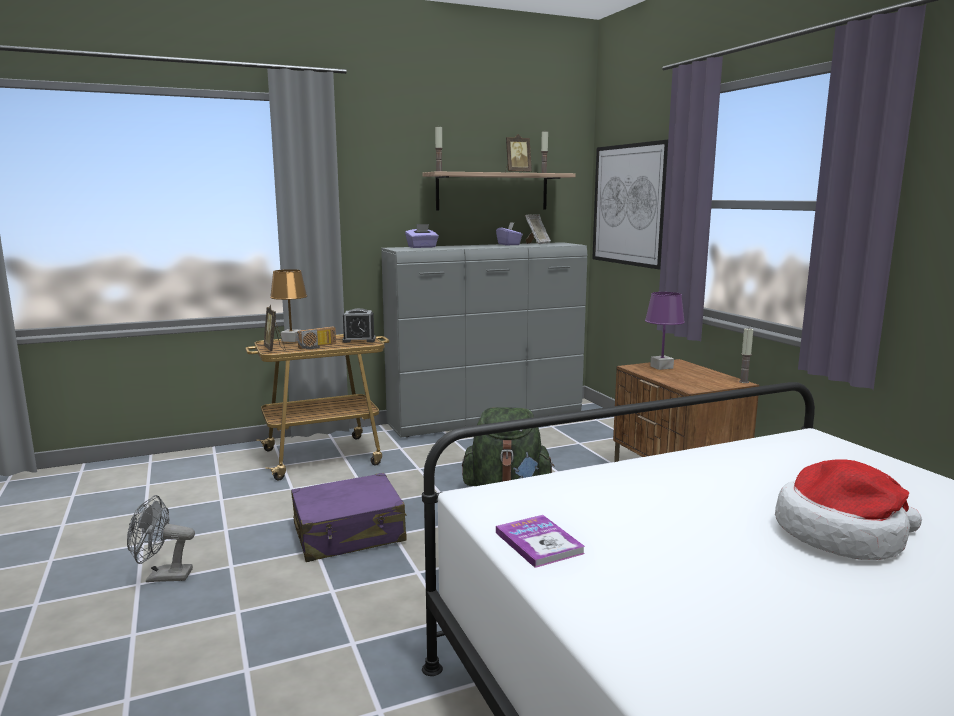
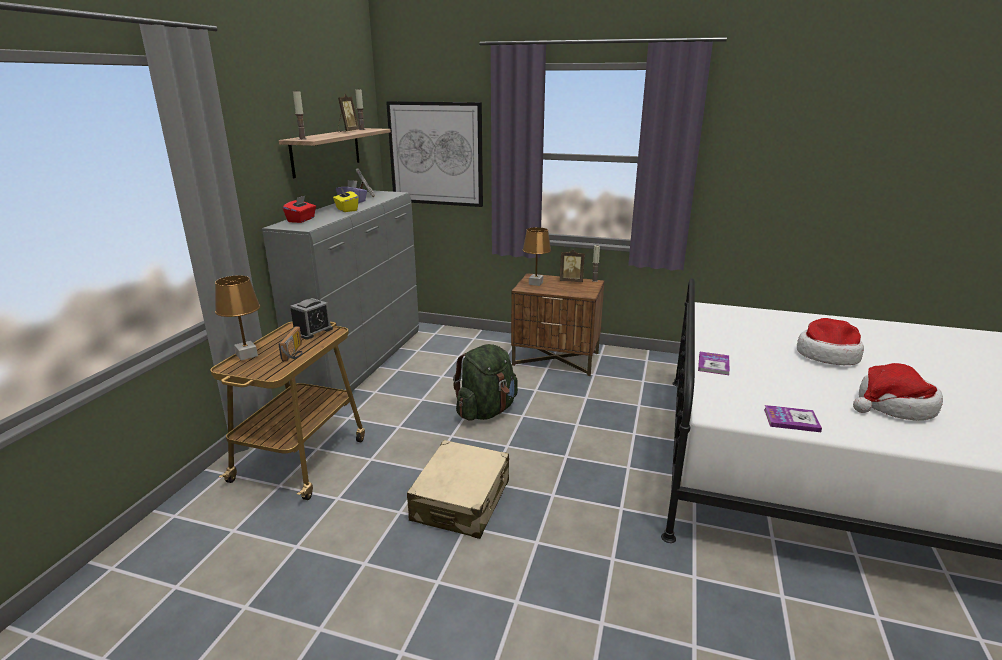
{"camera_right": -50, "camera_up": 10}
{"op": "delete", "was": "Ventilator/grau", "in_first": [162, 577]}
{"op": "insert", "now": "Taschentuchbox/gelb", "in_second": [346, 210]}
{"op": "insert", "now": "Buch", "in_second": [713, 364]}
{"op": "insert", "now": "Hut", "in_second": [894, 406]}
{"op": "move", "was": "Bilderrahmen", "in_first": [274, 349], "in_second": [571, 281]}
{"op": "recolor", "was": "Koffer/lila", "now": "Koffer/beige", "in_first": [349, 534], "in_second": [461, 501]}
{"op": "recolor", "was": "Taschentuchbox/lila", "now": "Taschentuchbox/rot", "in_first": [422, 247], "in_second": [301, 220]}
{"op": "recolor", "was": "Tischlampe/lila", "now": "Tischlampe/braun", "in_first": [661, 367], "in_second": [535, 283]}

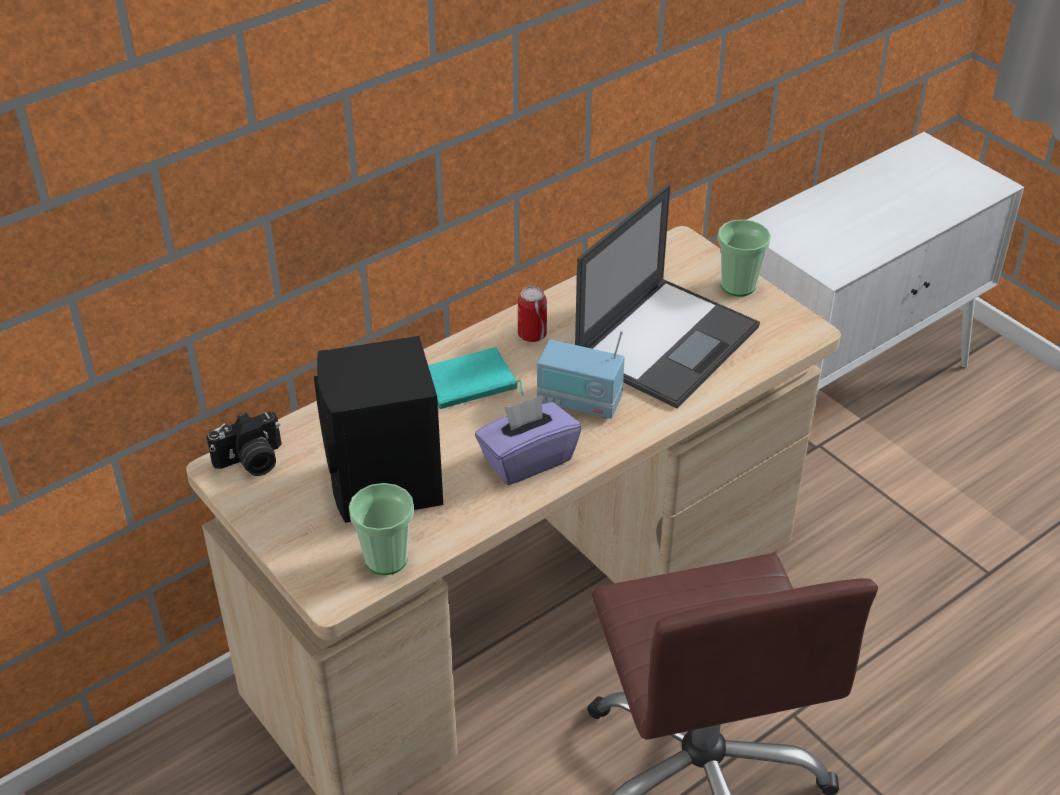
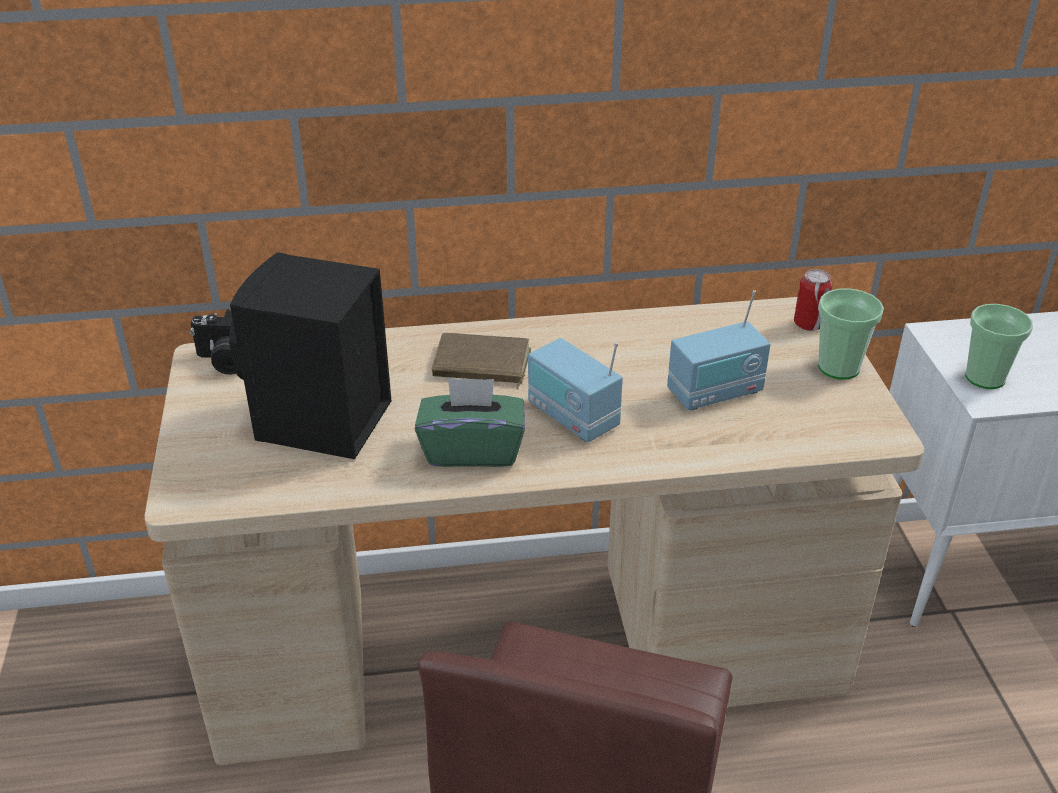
{"camera_right": 30, "camera_up": -5}
{"op": "move", "was": "Tasse", "in_first": [386, 559], "in_second": [985, 378]}
{"op": "move", "was": "Dose", "in_first": [532, 335], "in_second": [809, 324]}
{"op": "replace", "was": "Laptop", "now": "Radio", "in_first": [667, 341], "in_second": [715, 393]}
{"op": "recolor", "was": "Buch/türkis", "now": "Buch/braun", "in_first": [470, 385], "in_second": [481, 365]}
{"op": "recolor", "was": "Taschentuchbox/lila", "now": "Taschentuchbox/grün", "in_first": [527, 459], "in_second": [472, 450]}

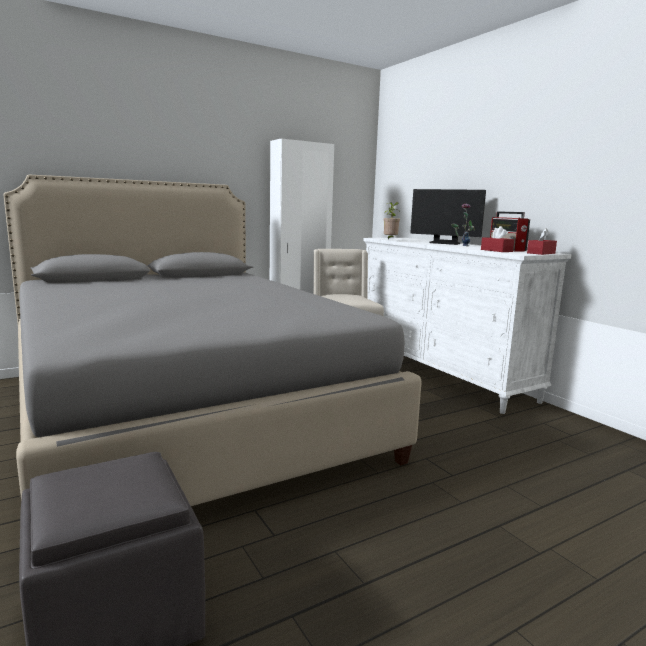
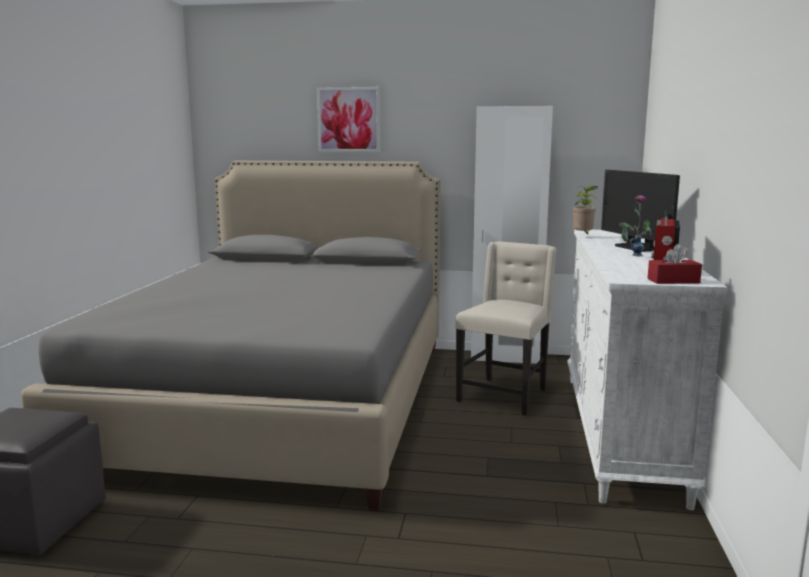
{"camera_right": 40, "camera_up": 0}
{"op": "delete", "was": "Taschentuchbox/rot", "in_first": [496, 250]}
{"op": "insert", "now": "Bild", "in_second": [348, 119]}

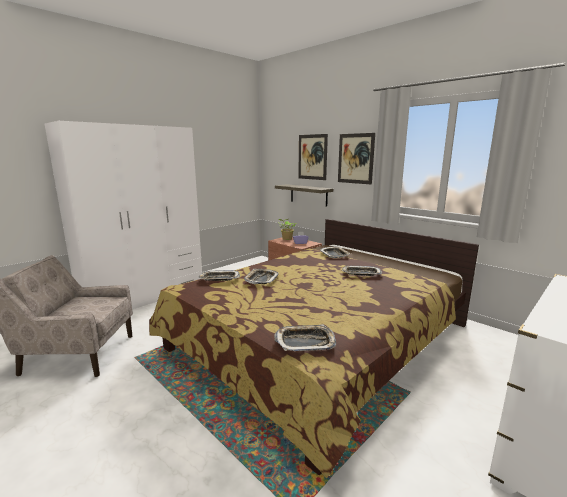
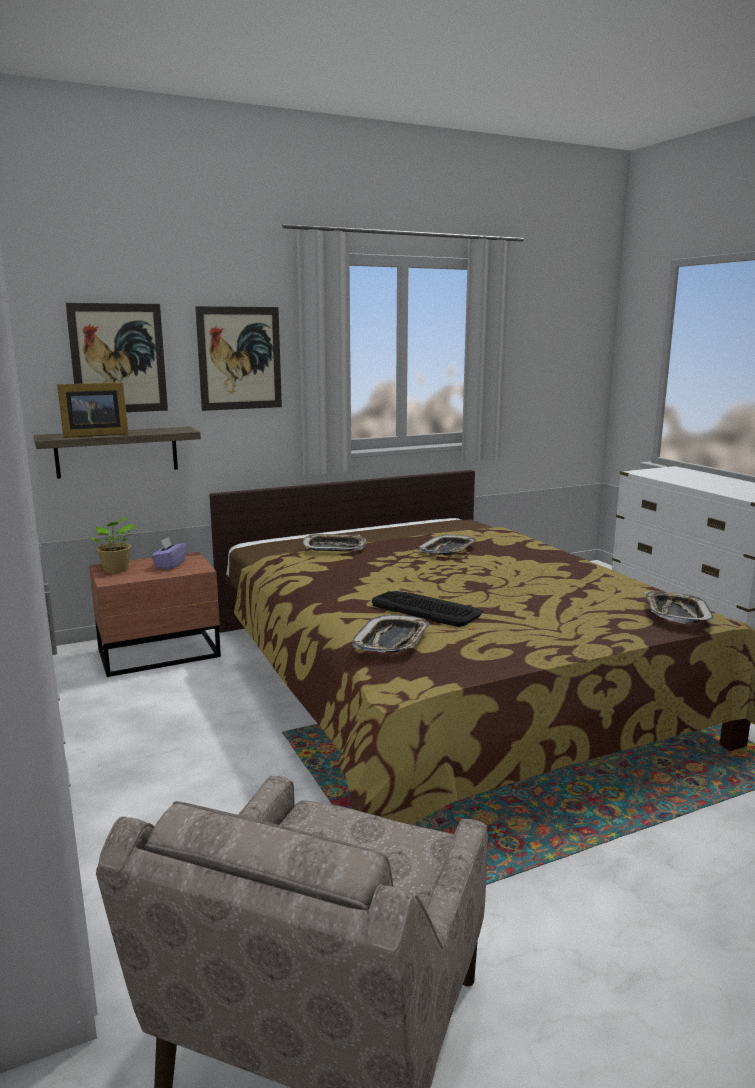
{"camera_right": -70, "camera_up": 0}
{"op": "insert", "now": "Bilderrahmen", "in_second": [93, 435]}
{"op": "replace", "was": "Tablett", "now": "Tastatur", "in_first": [261, 279], "in_second": [426, 609]}

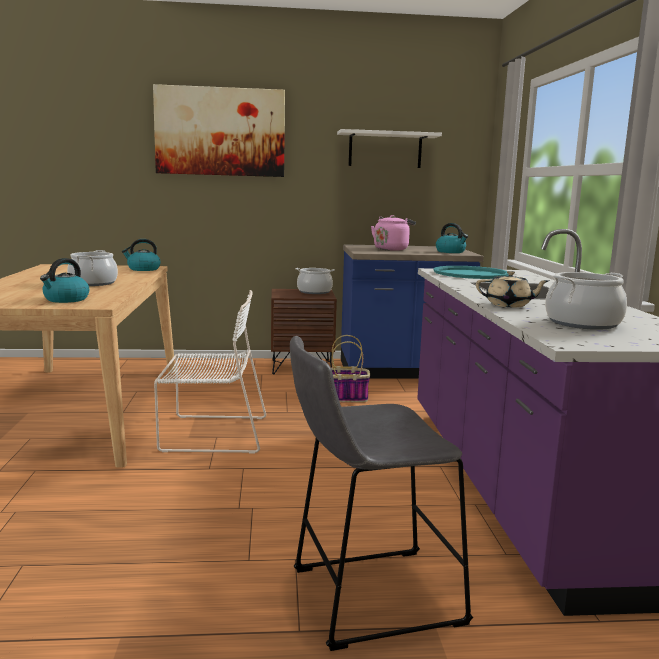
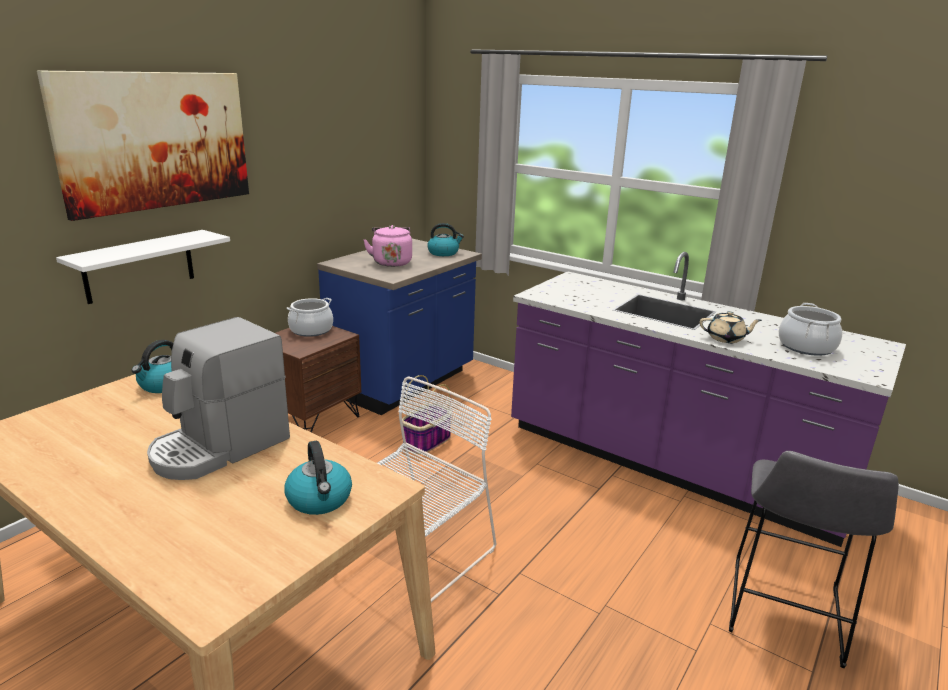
{"camera_right": -50, "camera_up": 10}
{"op": "delete", "was": "Tablett/türkis", "in_first": [470, 274]}
{"op": "move", "was": "Wandregal/weiß", "in_first": [385, 150], "in_second": [139, 266]}
{"op": "replace", "was": "Kochtopf", "now": "Kaffeemaschine", "in_first": [93, 283], "in_second": [219, 447]}
{"op": "rotate", "was": "Teekanne/beige", "in_first": [509, 305], "in_second": [726, 339], "clockwise": 45}

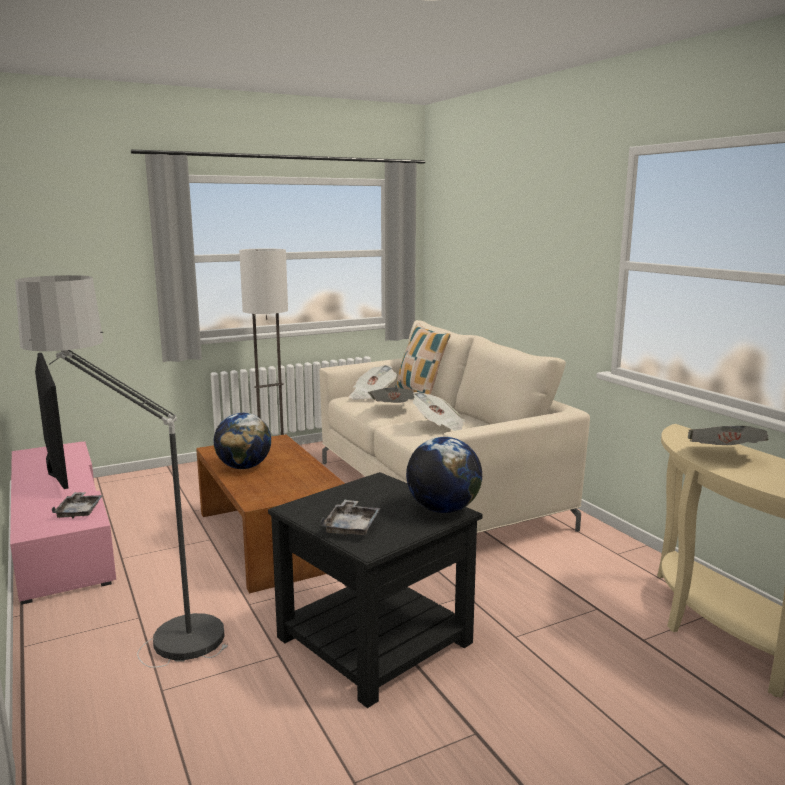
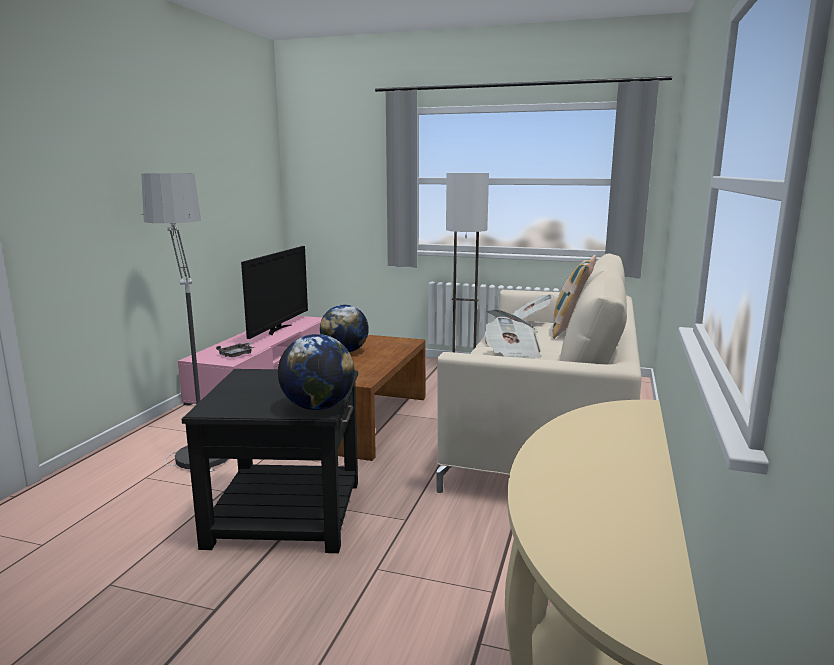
{"camera_right": 45, "camera_up": 0}
{"op": "delete", "was": "Tablett/grau", "in_first": [352, 526]}
{"op": "delete", "was": "Zeitung", "in_first": [723, 456]}

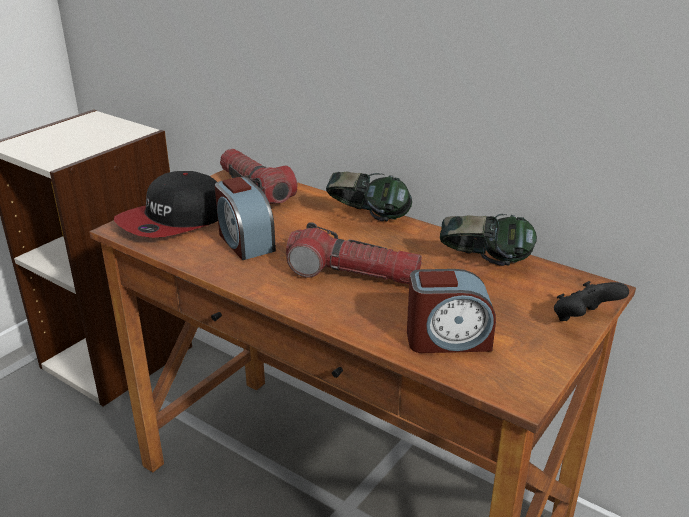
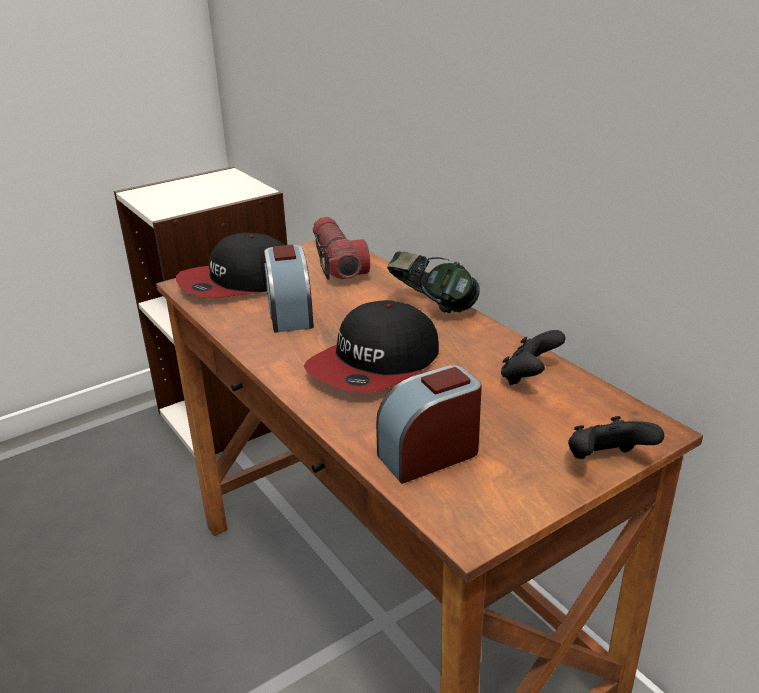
{"camera_right": 20, "camera_up": 0}
{"op": "replace", "was": "Taschenlampe", "now": "Kappe", "in_first": [353, 274], "in_second": [375, 364]}
{"op": "replace", "was": "Kopfhörer", "now": "Gamepad/schwarz", "in_first": [484, 264], "in_second": [529, 377]}
{"op": "rotate", "was": "Wecker", "in_first": [448, 339], "in_second": [429, 454], "clockwise": 135}

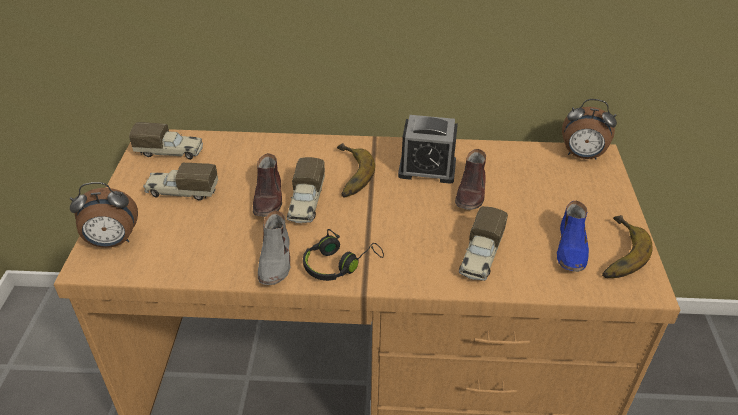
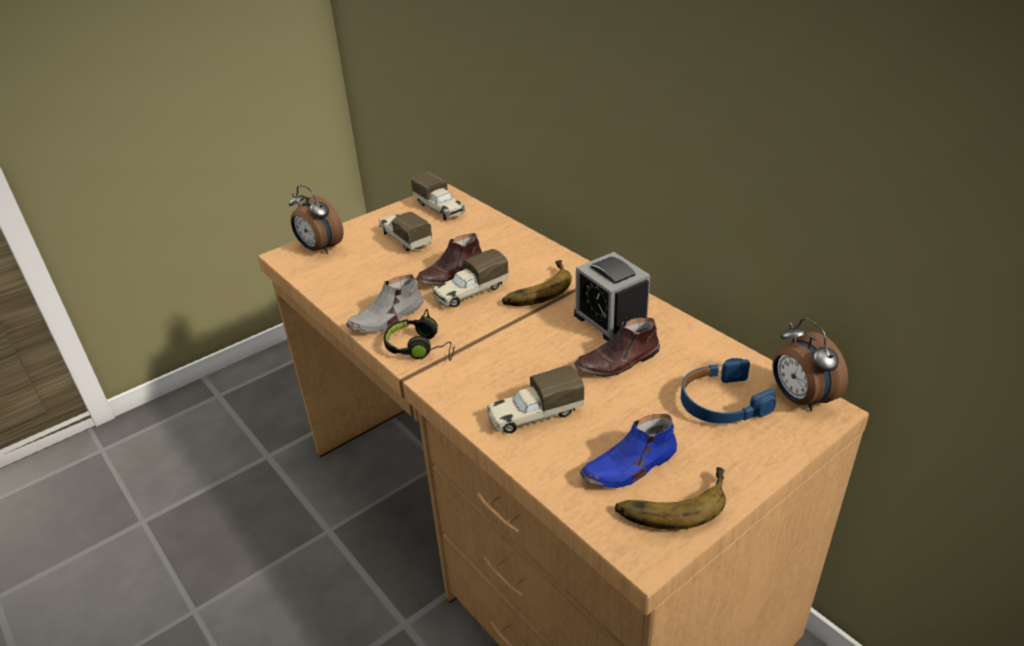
{"camera_right": 50, "camera_up": -5}
{"op": "insert", "now": "Kopfhörer/blau", "in_second": [721, 402]}

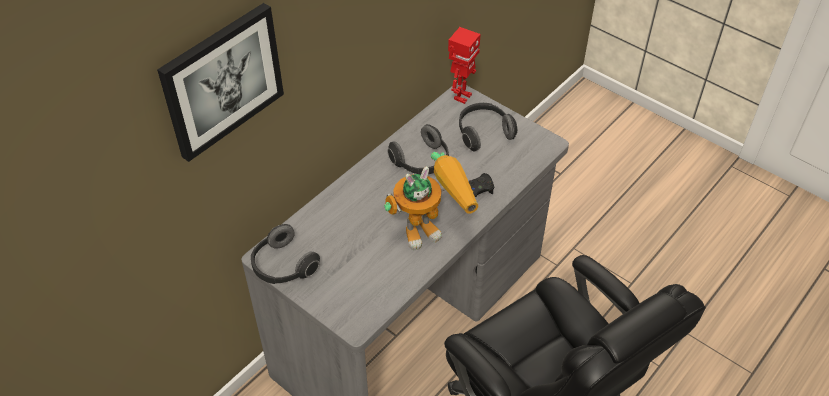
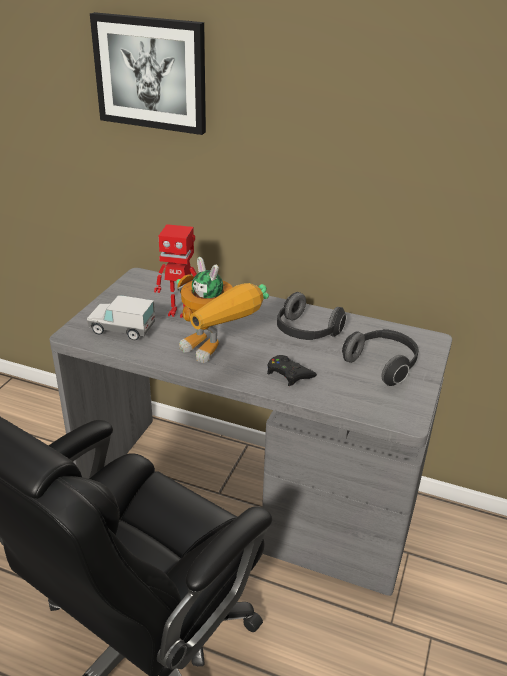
{"camera_right": 70, "camera_up": -15}
{"op": "delete", "was": "Kopfhörer", "in_first": [283, 267]}
{"op": "insert", "now": "Spielzeuglaster", "in_second": [122, 329]}
{"op": "move", "was": "Spielzeugroboter", "in_first": [461, 96], "in_second": [179, 312]}

